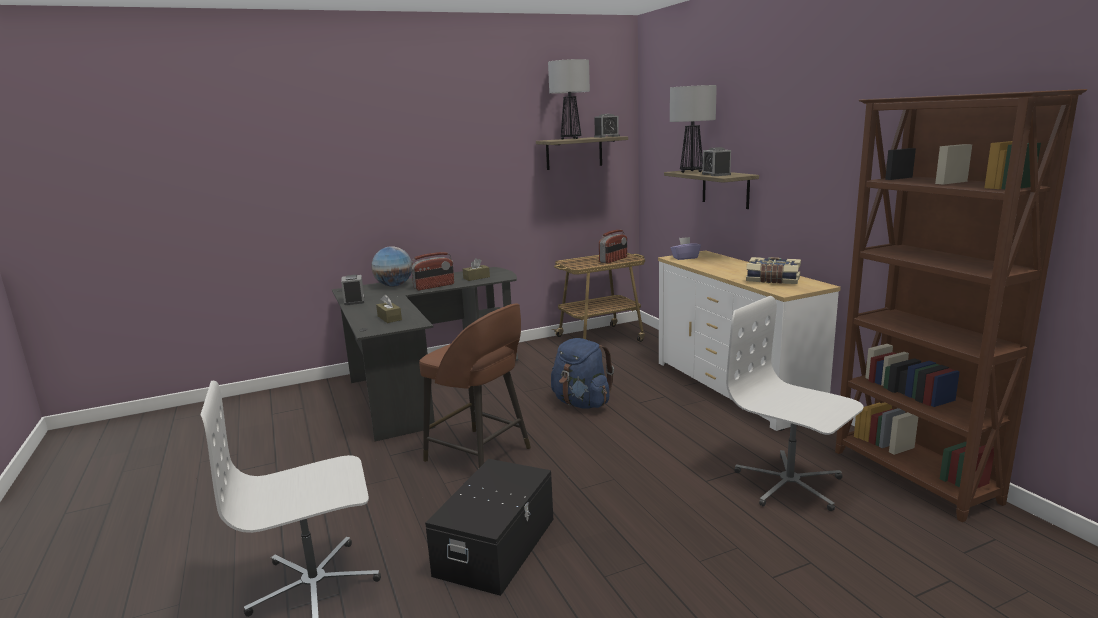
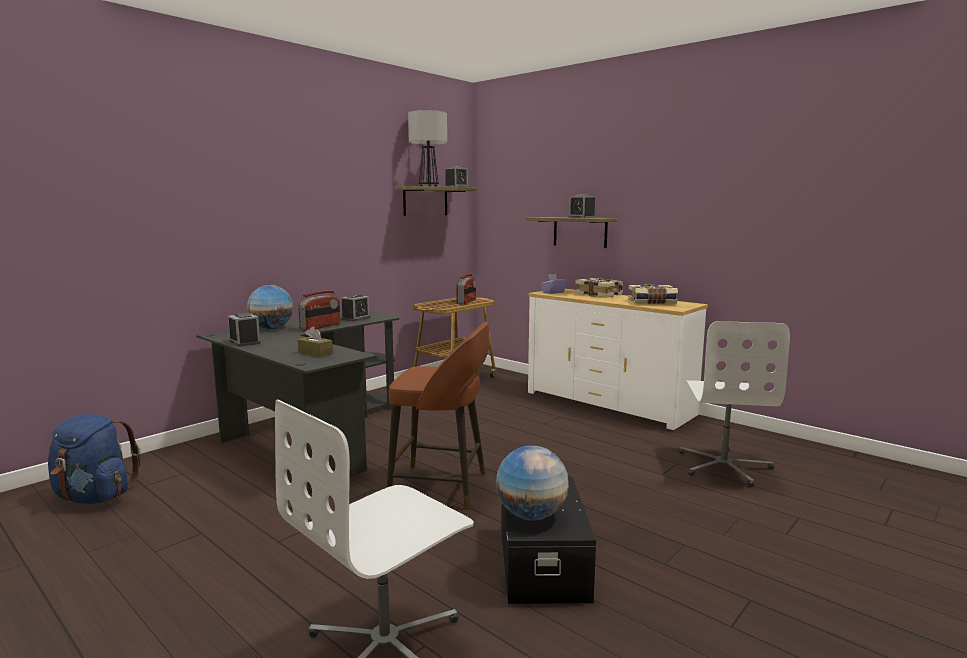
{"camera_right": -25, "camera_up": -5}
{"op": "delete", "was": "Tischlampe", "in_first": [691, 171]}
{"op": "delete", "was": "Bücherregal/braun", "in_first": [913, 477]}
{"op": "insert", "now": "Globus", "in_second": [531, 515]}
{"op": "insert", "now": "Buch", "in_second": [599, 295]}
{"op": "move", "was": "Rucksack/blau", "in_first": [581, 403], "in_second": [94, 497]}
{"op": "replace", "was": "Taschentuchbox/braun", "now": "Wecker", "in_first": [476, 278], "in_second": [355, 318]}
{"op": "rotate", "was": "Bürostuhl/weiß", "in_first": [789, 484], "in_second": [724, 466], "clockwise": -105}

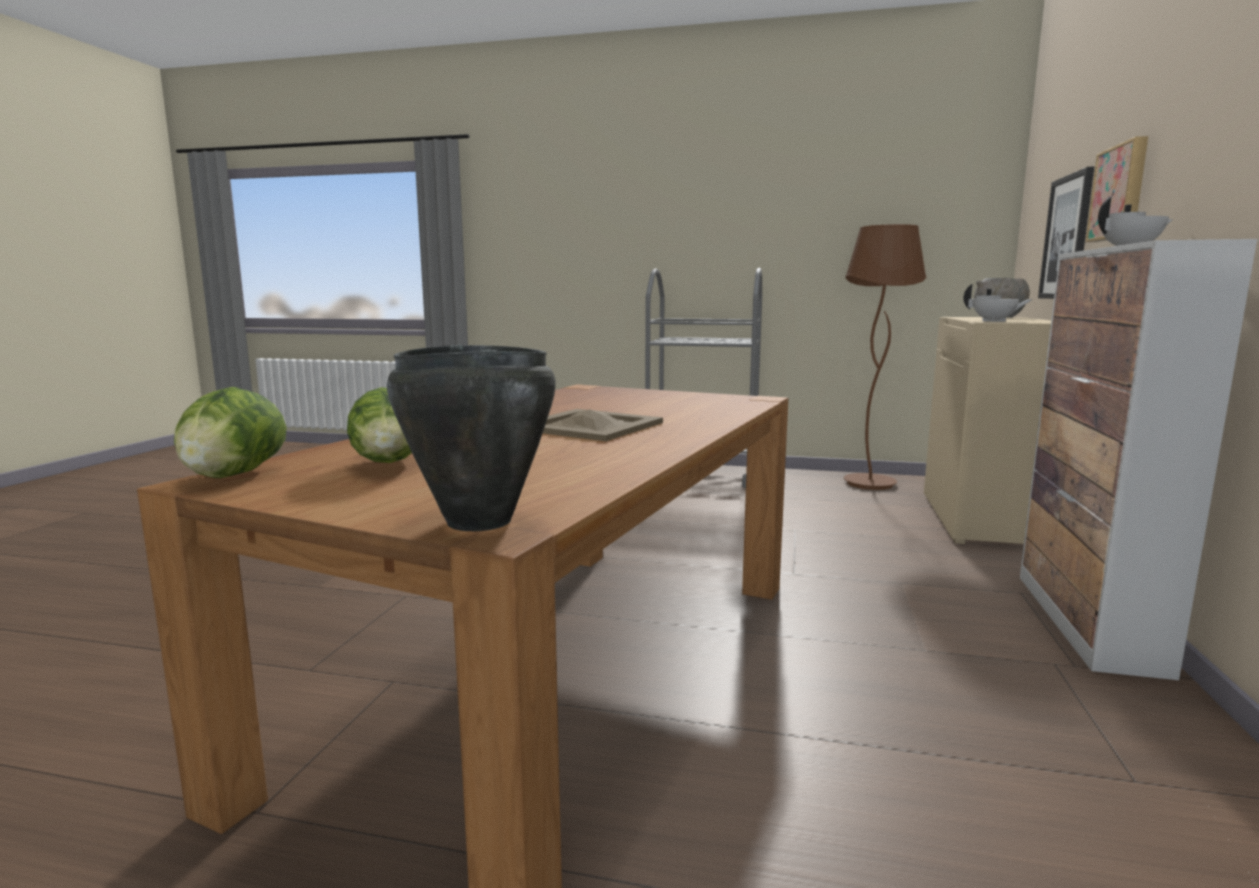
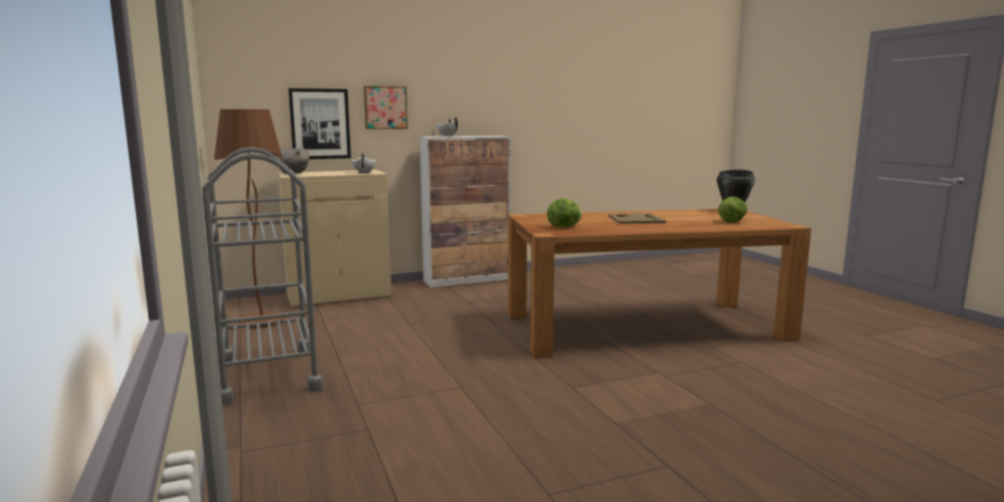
{"camera_right": -125, "camera_up": 0}
{"op": "move", "was": "Salatkopf", "in_first": [233, 475], "in_second": [564, 227]}

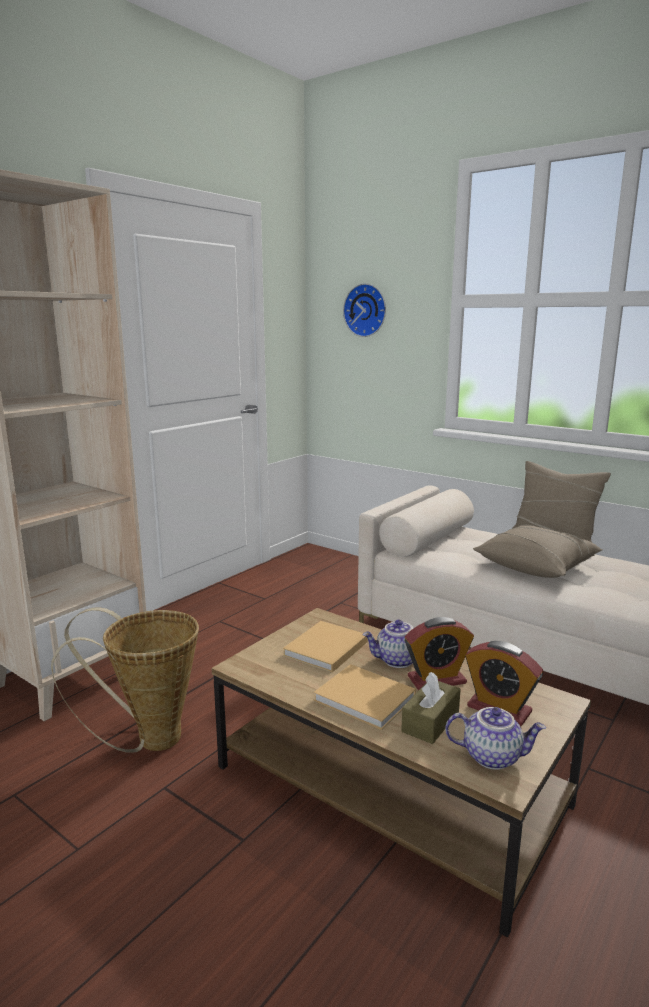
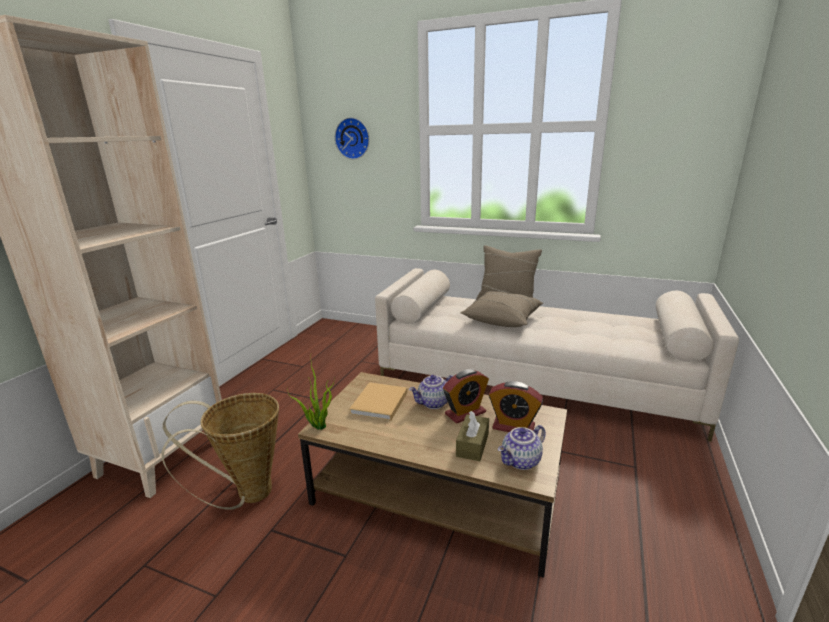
{"camera_right": -15, "camera_up": 5}
{"op": "delete", "was": "Buch/beige", "in_first": [367, 700]}
{"op": "insert", "now": "Topfpflanze", "in_second": [318, 426]}
{"op": "rotate", "was": "Teekanne", "in_first": [492, 756], "in_second": [521, 461], "clockwise": 150}

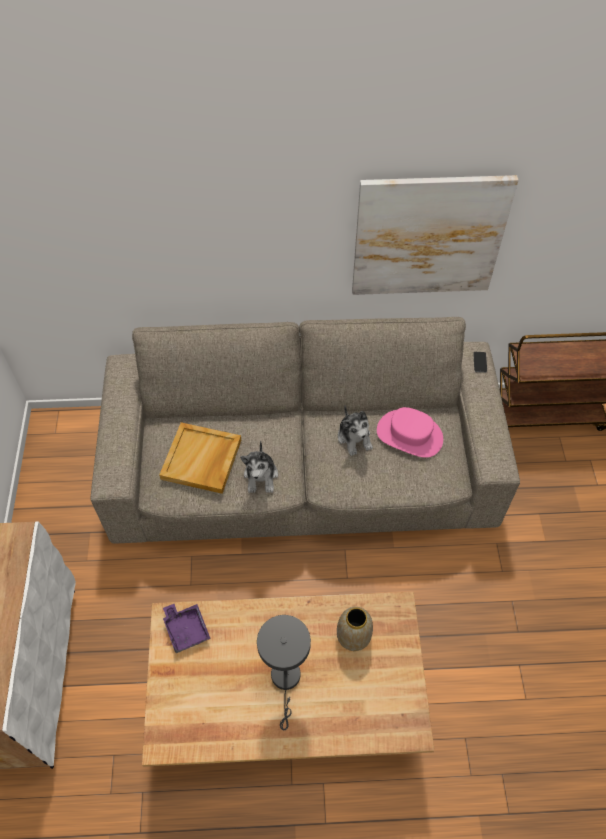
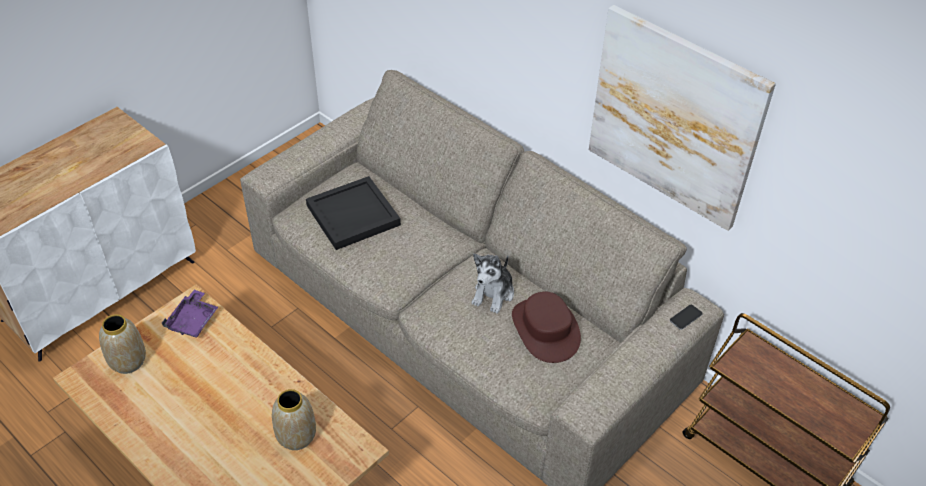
{"camera_right": 45, "camera_up": -10}
{"op": "delete", "was": "Plüschtier", "in_first": [261, 476]}
{"op": "delete", "was": "Tischlampe/grau", "in_first": [286, 681]}
{"op": "insert", "now": "Vase", "in_second": [128, 361]}
{"op": "recolor", "was": "Tablett/beige", "now": "Tablett/schwarz", "in_first": [202, 460], "in_second": [352, 216]}
{"op": "recolor", "was": "Hut/rosa", "now": "Hut/braun", "in_first": [409, 435], "in_second": [545, 329]}

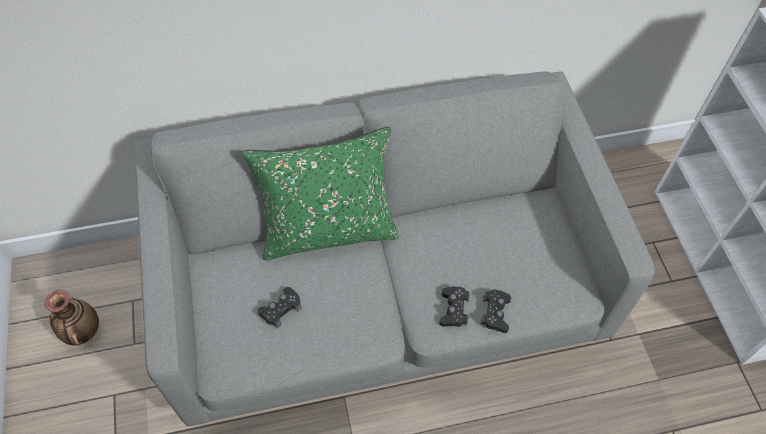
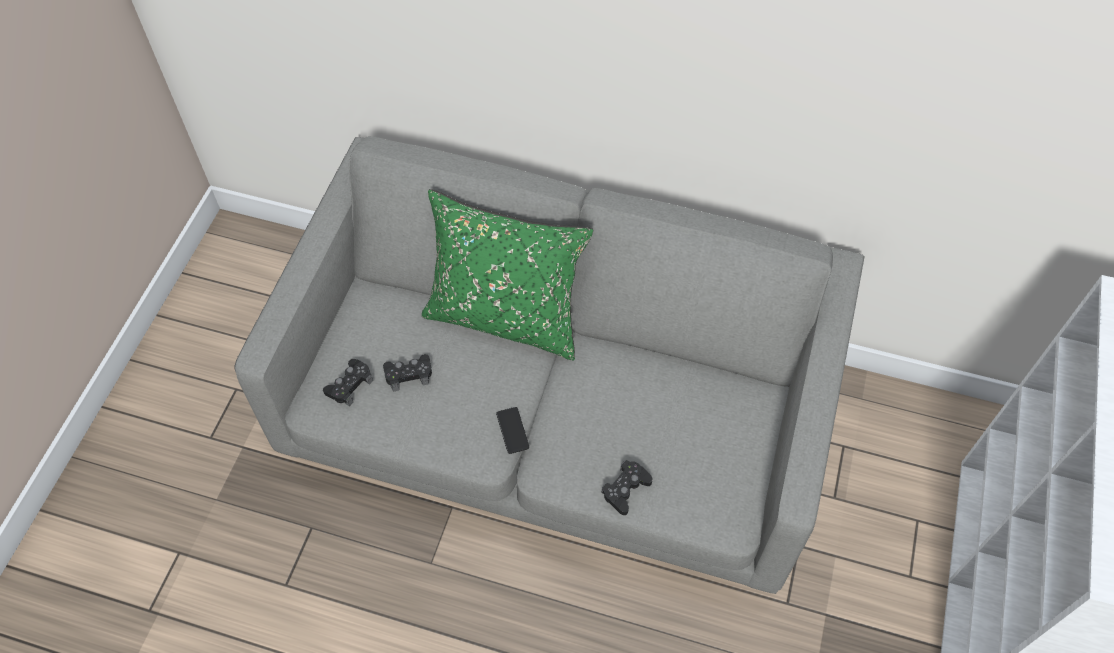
{"camera_right": 30, "camera_up": 0}
{"op": "delete", "was": "Vase", "in_first": [82, 331]}
{"op": "insert", "now": "Handy", "in_second": [512, 430]}
{"op": "move", "was": "Gamepad/schwarz", "in_first": [454, 309], "in_second": [349, 385]}

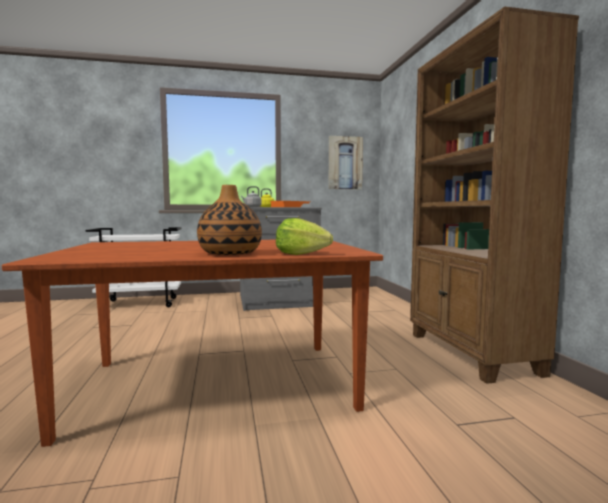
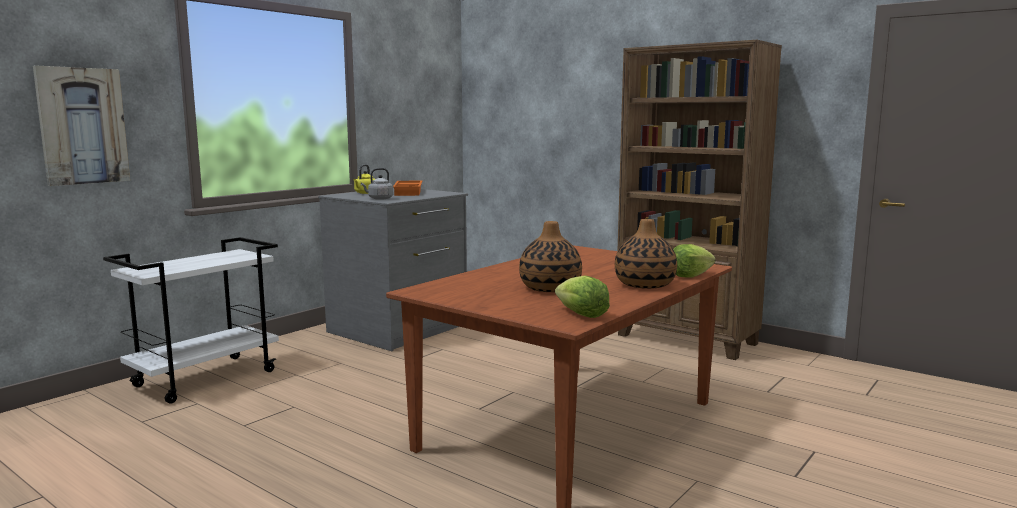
{"camera_right": -40, "camera_up": 5}
{"op": "insert", "now": "Vase", "in_second": [550, 288]}
{"op": "insert", "now": "Salatkopf", "in_second": [581, 314]}
{"op": "move", "was": "Bild", "in_first": [345, 163], "in_second": [82, 126]}

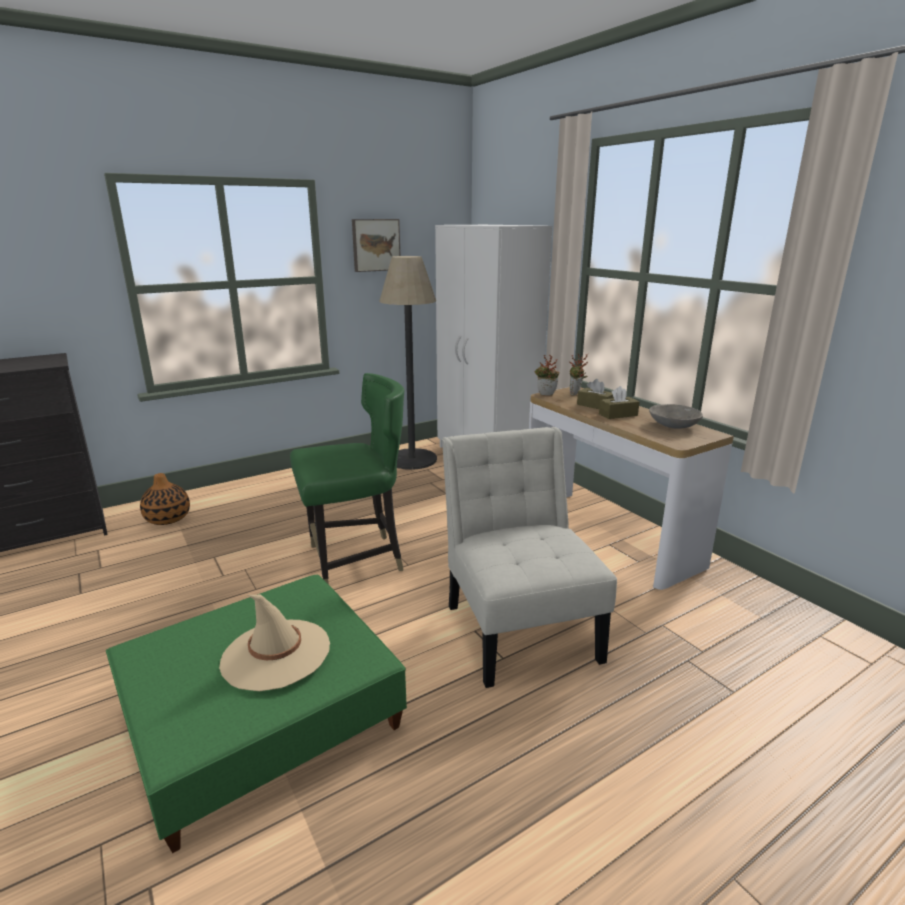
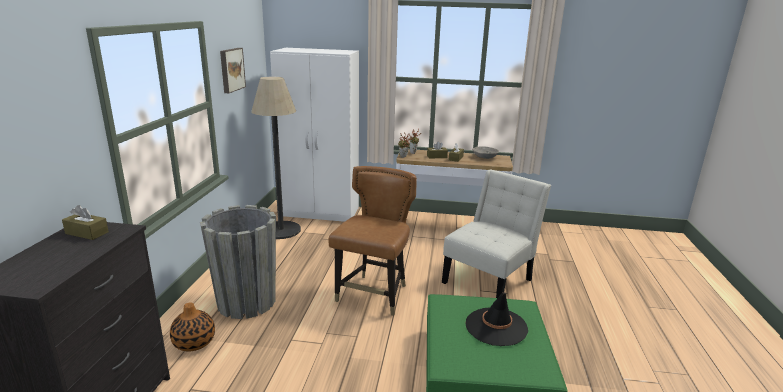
{"camera_right": -50, "camera_up": 0}
{"op": "insert", "now": "Taschentuchbox/braun", "in_second": [87, 233]}
{"op": "insert", "now": "Pflanzkübel/grau", "in_second": [246, 302]}
{"op": "recolor", "was": "Hut/beige", "now": "Hut/schwarz", "in_first": [276, 654], "in_second": [496, 327]}
{"op": "recolor", "was": "Stuhl/grün", "now": "Stuhl/braun", "in_first": [355, 561], "in_second": [374, 294]}
{"op": "rotate", "was": "Stuhl/weiß", "in_first": [519, 626], "in_second": [490, 279], "clockwise": 105}

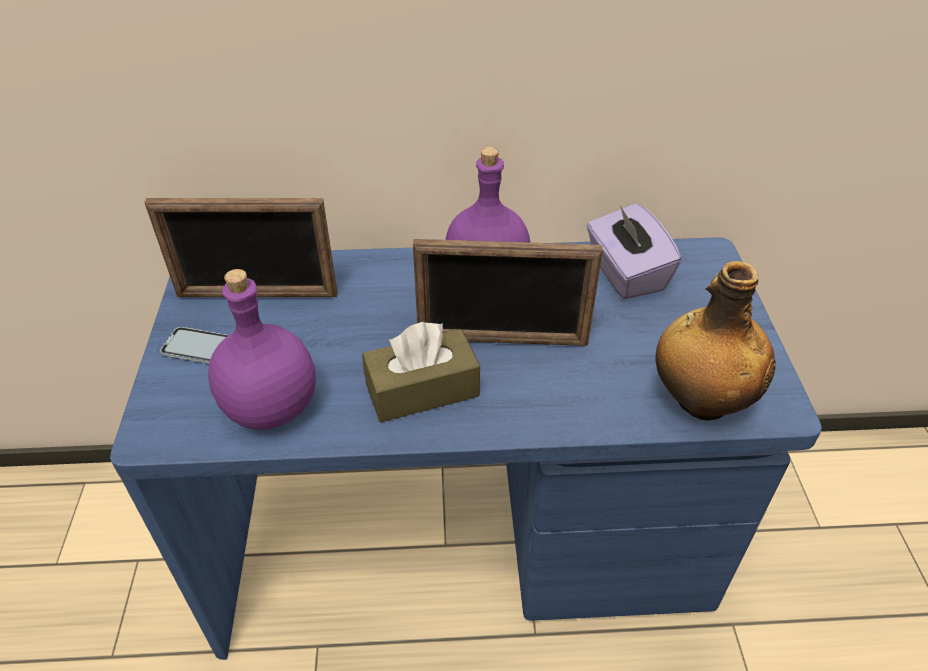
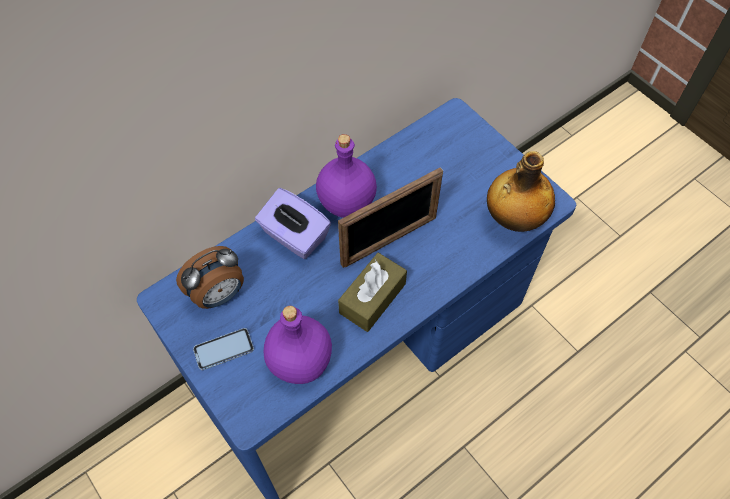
{"camera_right": -35, "camera_up": 15}
{"op": "move", "was": "Taschentuchbox/lila", "in_first": [625, 273], "in_second": [294, 236]}
{"op": "replace", "was": "Bilderrahmen", "now": "Wecker", "in_first": [257, 295], "in_second": [219, 295]}

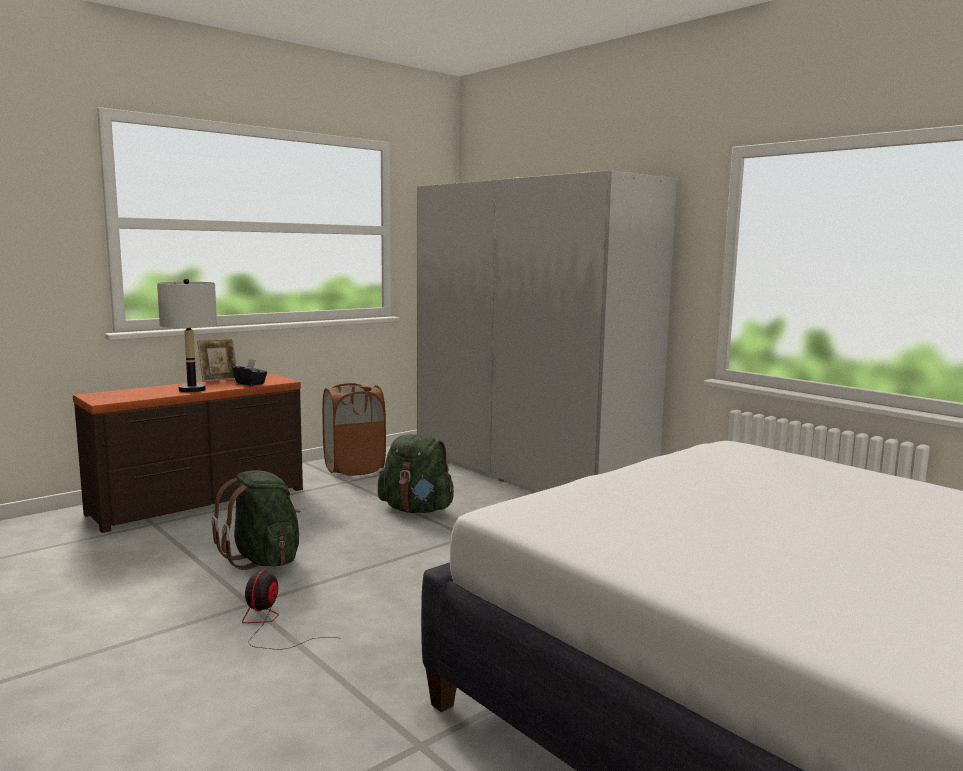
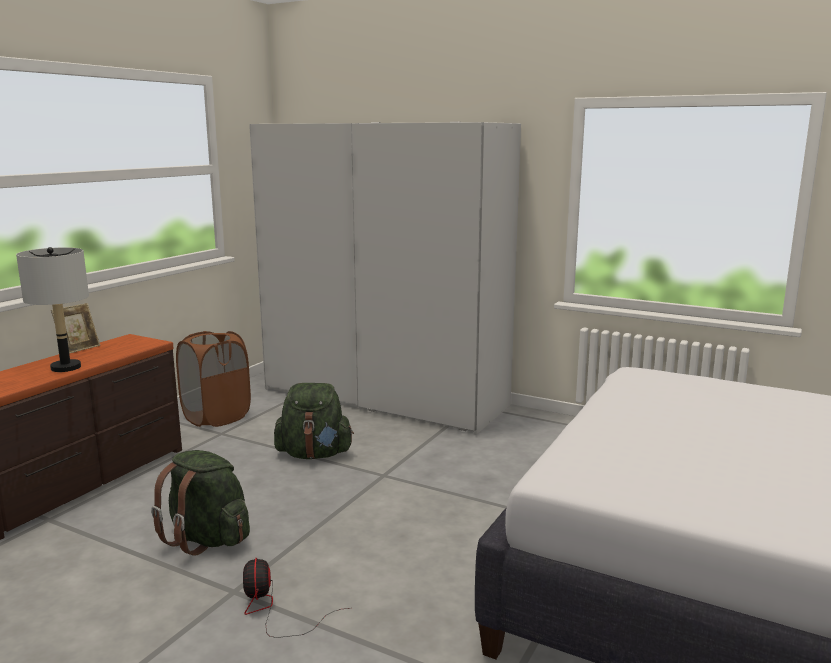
{"camera_right": -20, "camera_up": 5}
{"op": "delete", "was": "Taschentuchbox/schwarz", "in_first": [250, 383]}

